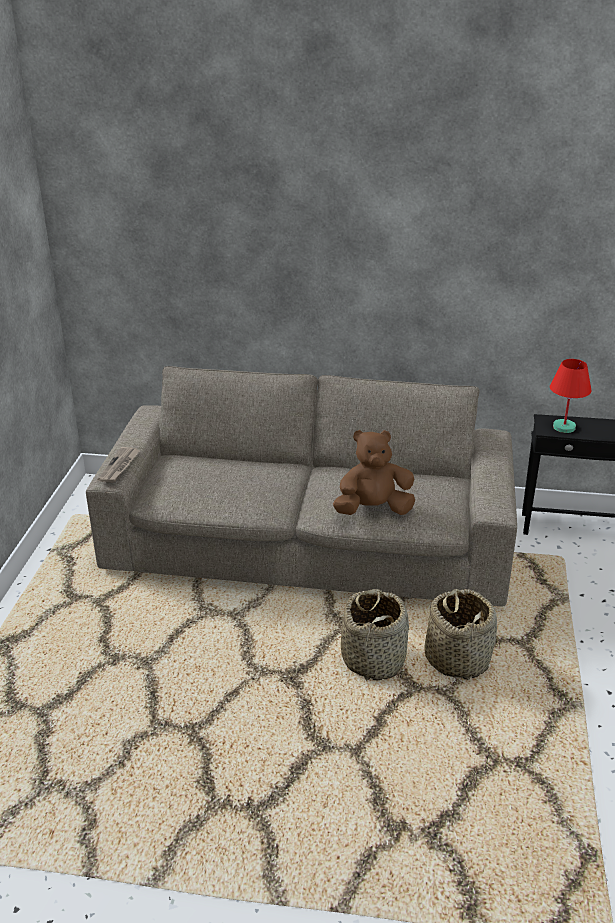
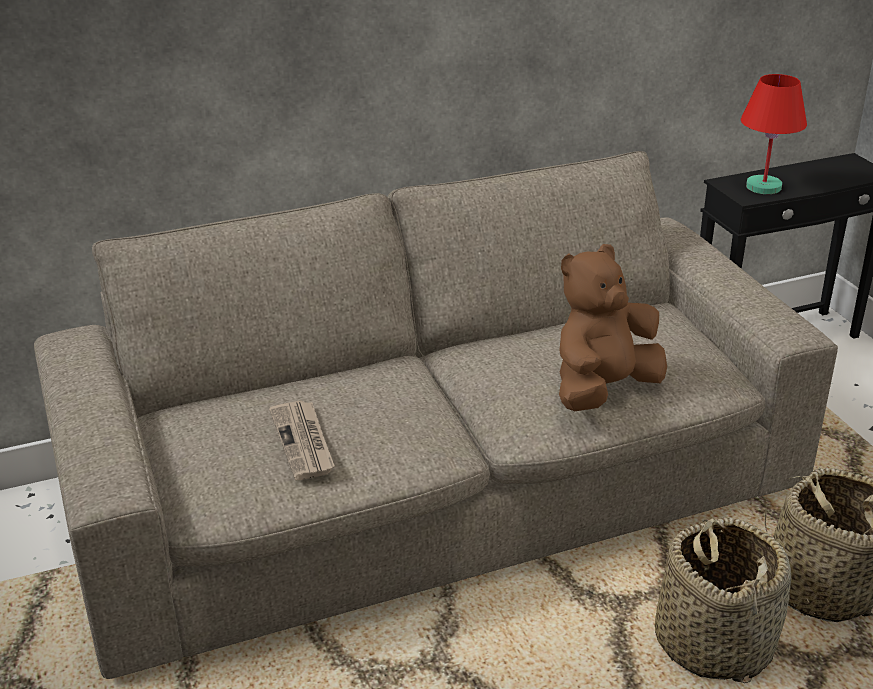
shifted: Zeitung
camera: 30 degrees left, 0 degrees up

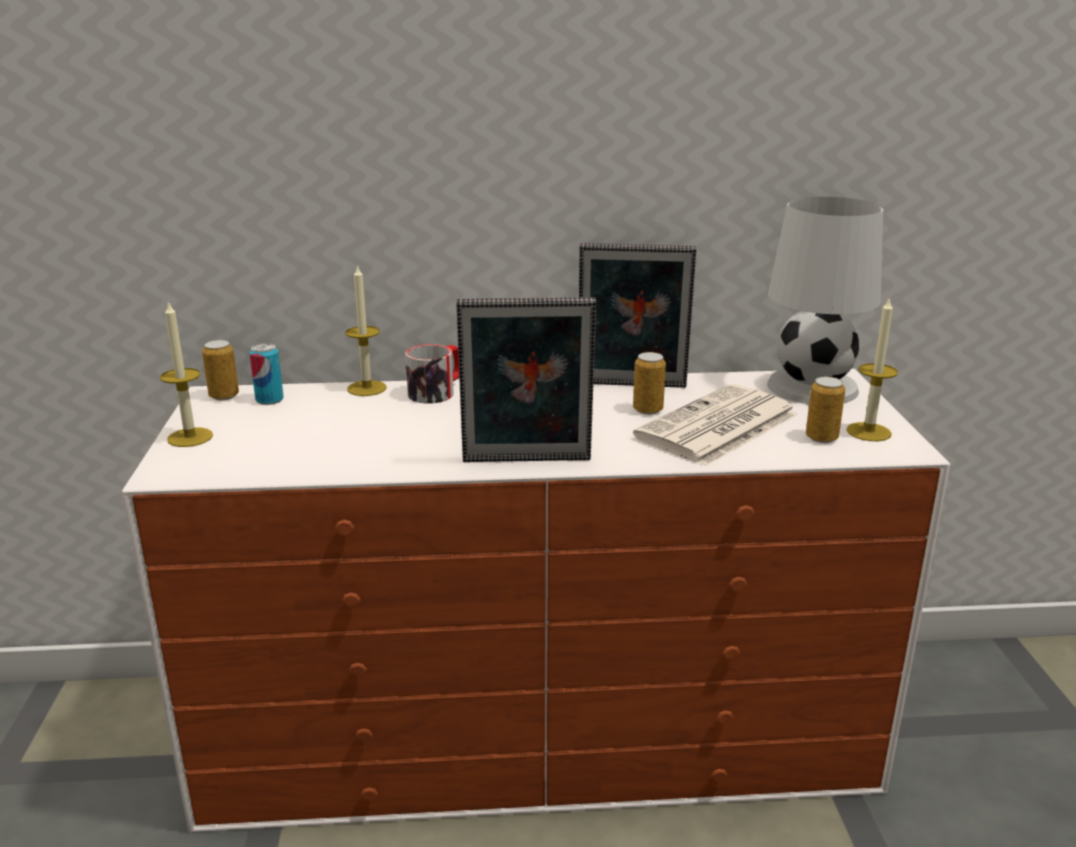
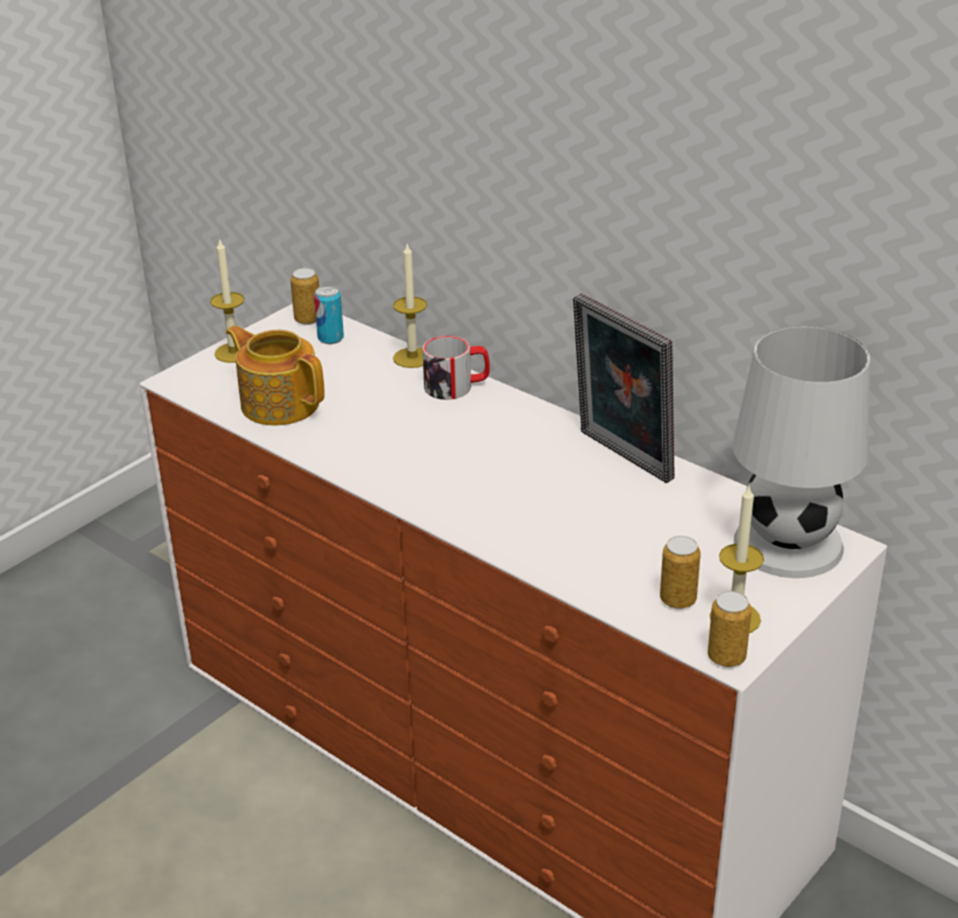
gone: Bilderrahmen (no. 1 from left); Zeitung
new: Teekanne
shifted: Dose (no. 3 from left in the first image) to Dose (no. 4 from left)
camera: 45 degrees right, 10 degrees up

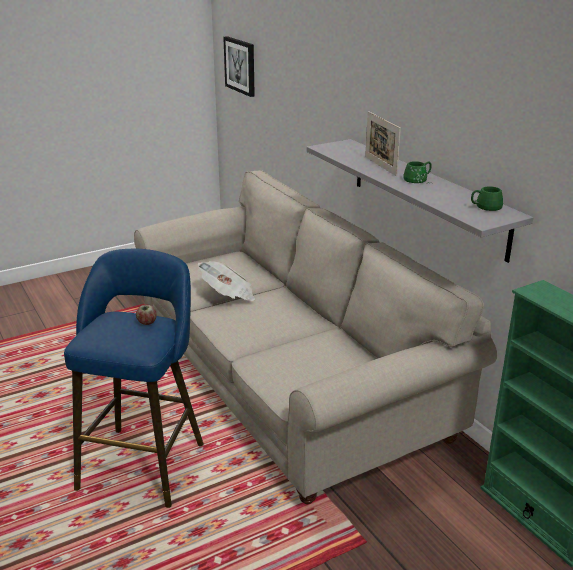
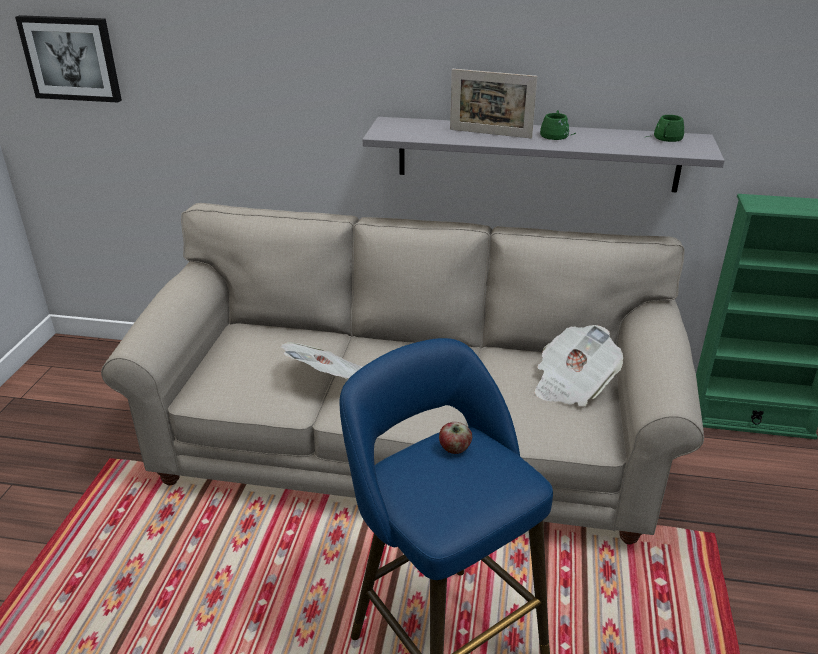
new: Zeitung (no. 2 from left)
camera: 50 degrees left, 5 degrees up

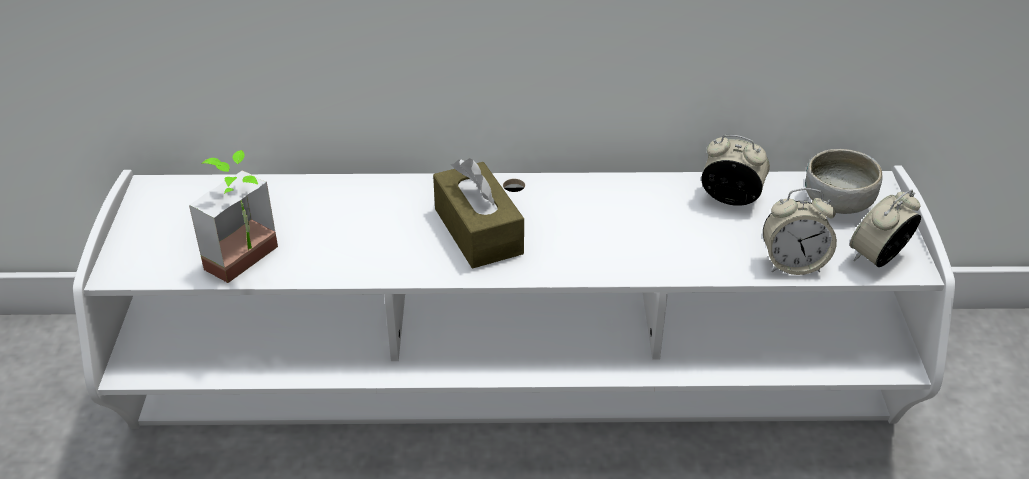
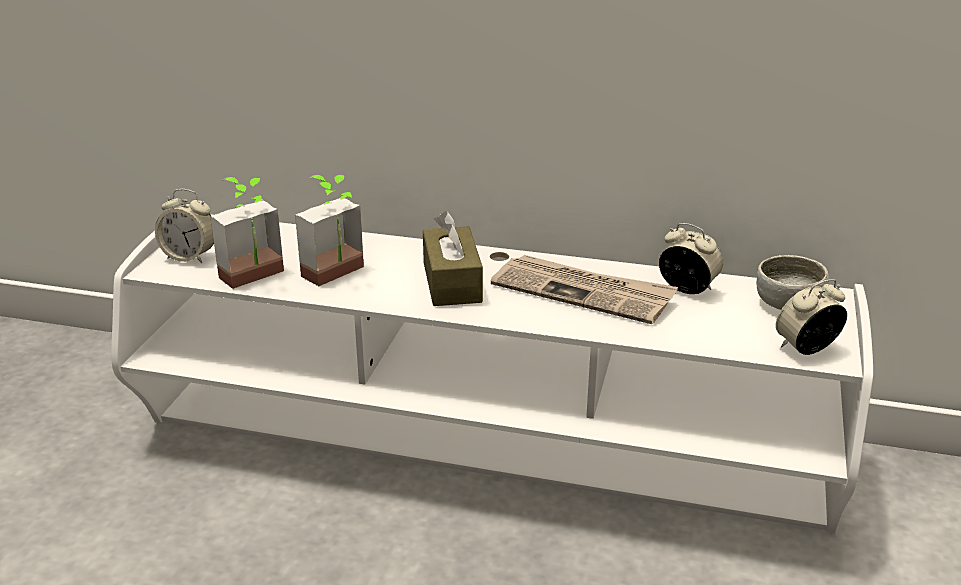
new: Topfpflanze (no. 2 from left); Zeitung
shifted: Wecker (no. 2 from left in the first image) to Wecker (no. 1 from left)
camera: 15 degrees right, 10 degrees down

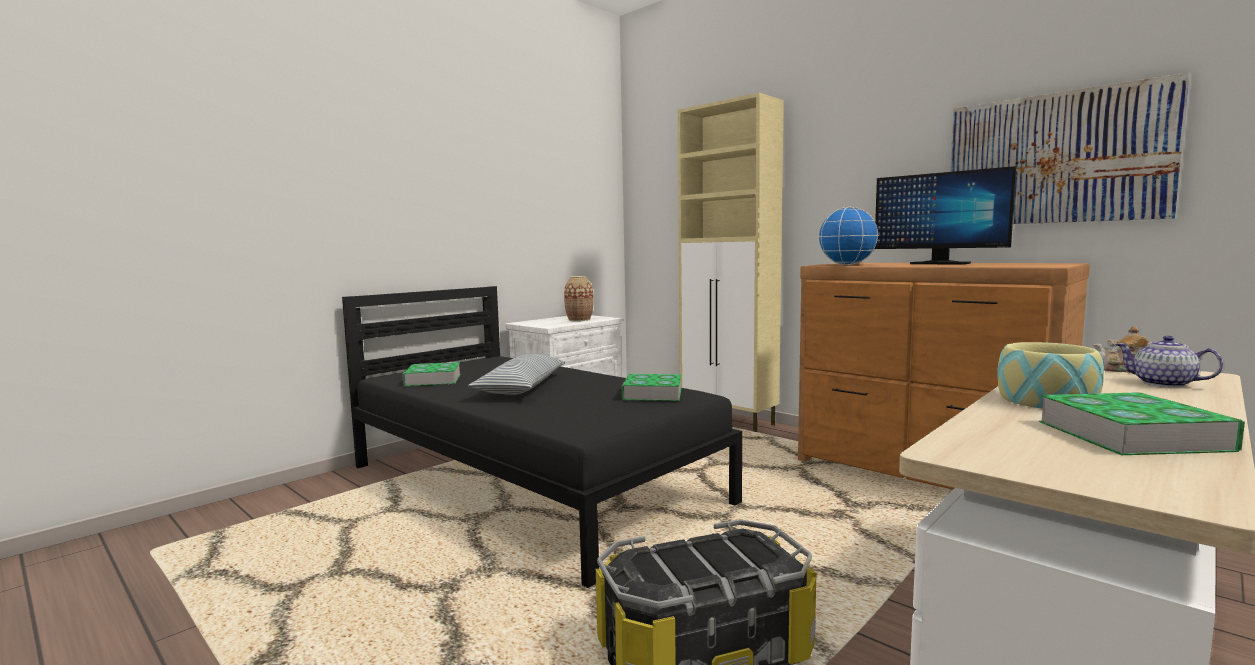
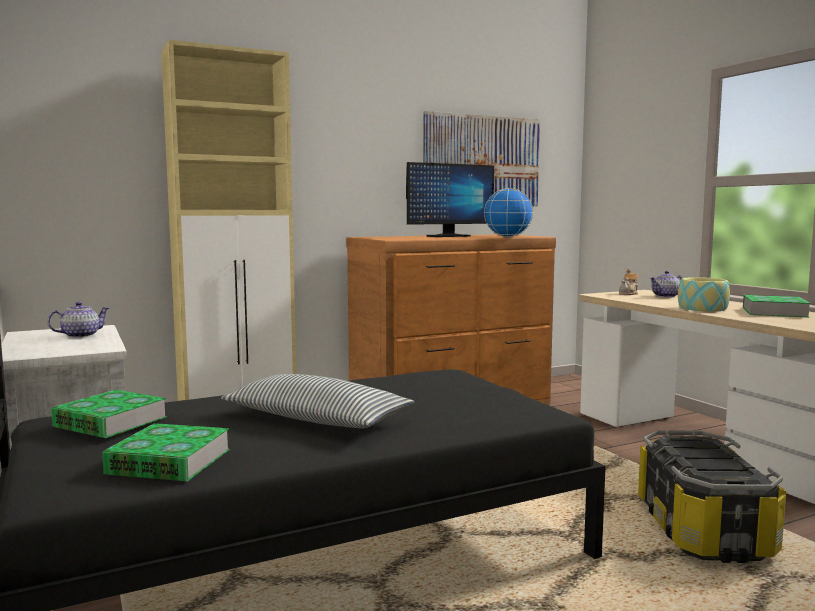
shifted: Buch (no. 2 from left in the first image) to Buch (no. 1 from left); Globus
swapped: Vase to Teekanne (no. 1 from left)
camera: 70 degrees left, 0 degrees up

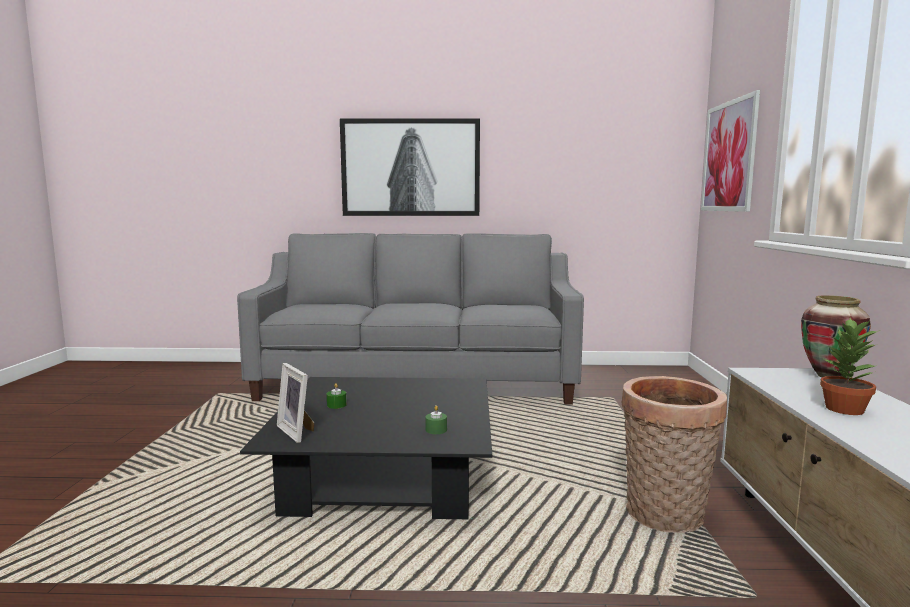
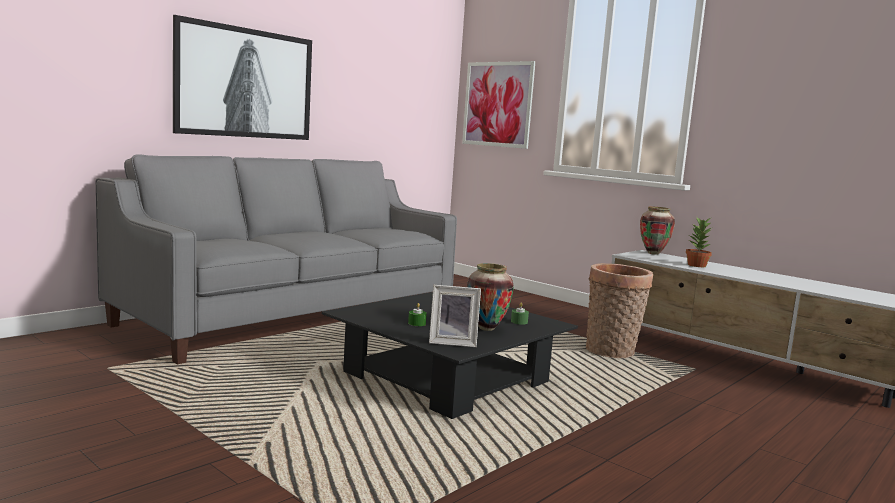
new: Vase (no. 1 from left)
camera: 50 degrees left, 0 degrees up

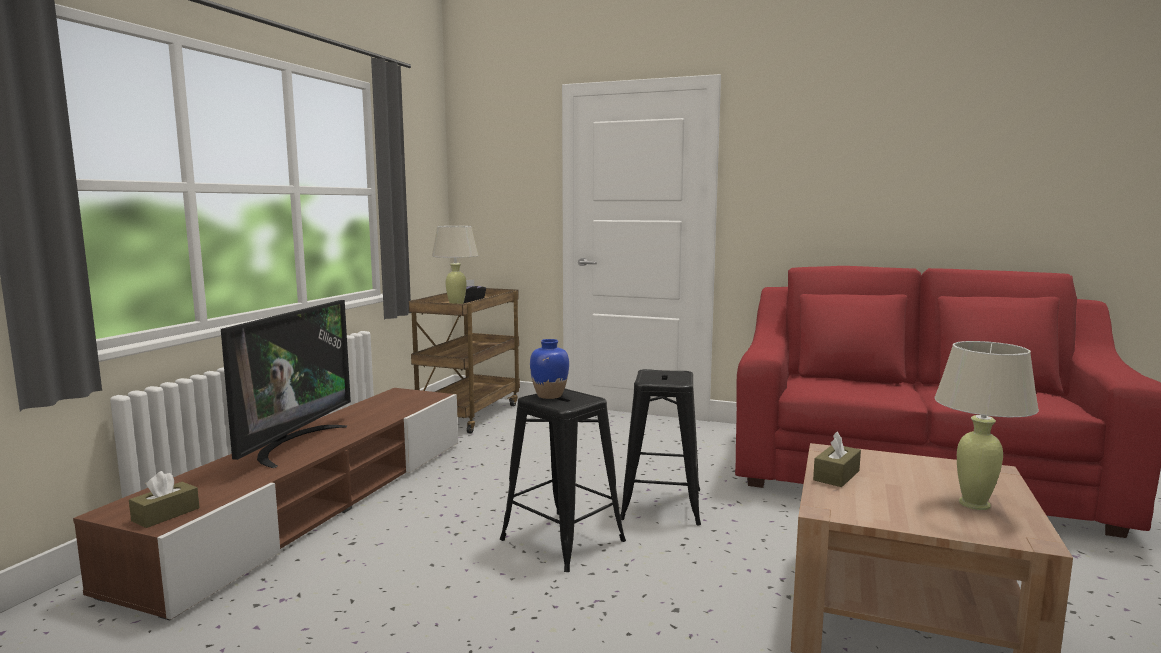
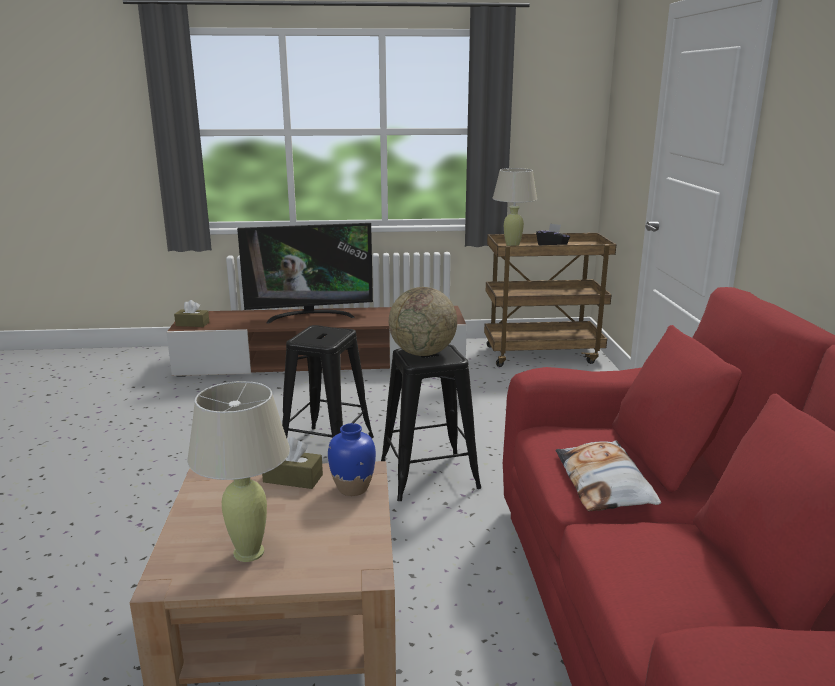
new: Globus; Kissen
shifted: Vase (blau)
camera: 65 degrees right, 10 degrees up

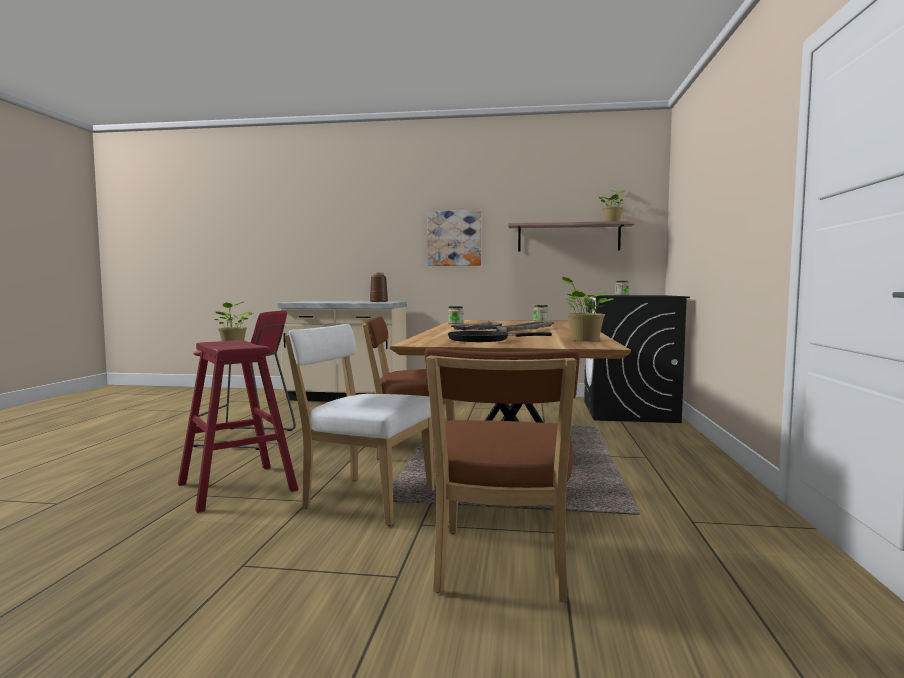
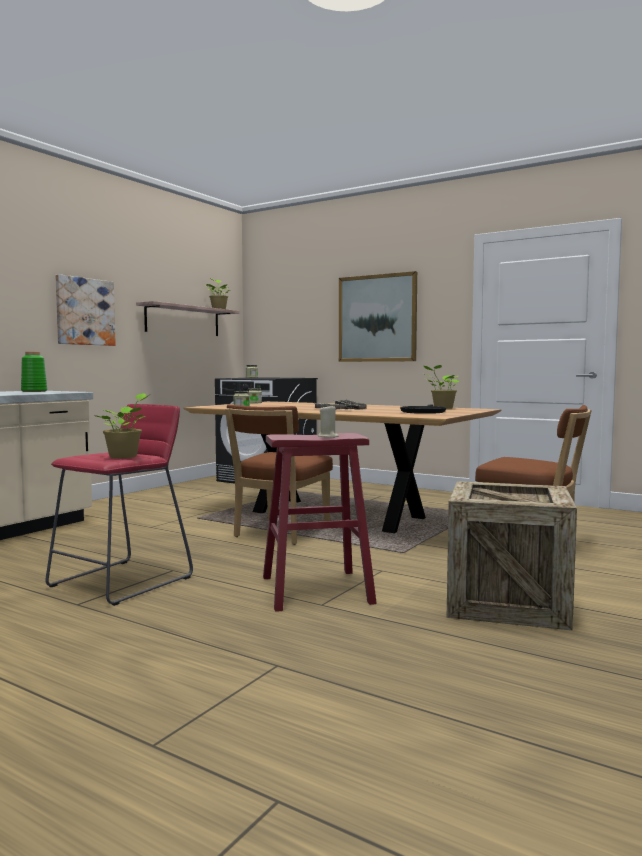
gone: Stuhl (weiß)
new: Kerze (beige); Bild (no. 2 from left); Kiste
repainted: Vase (braun) to Vase (grün)
camera: 65 degrees left, 0 degrees up

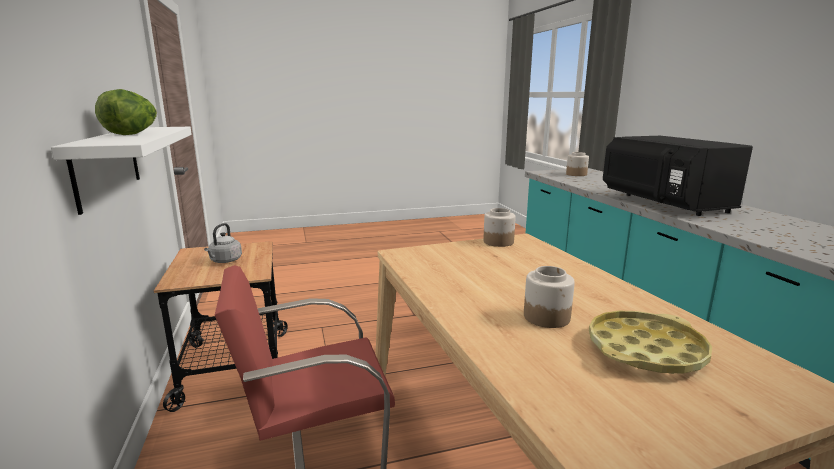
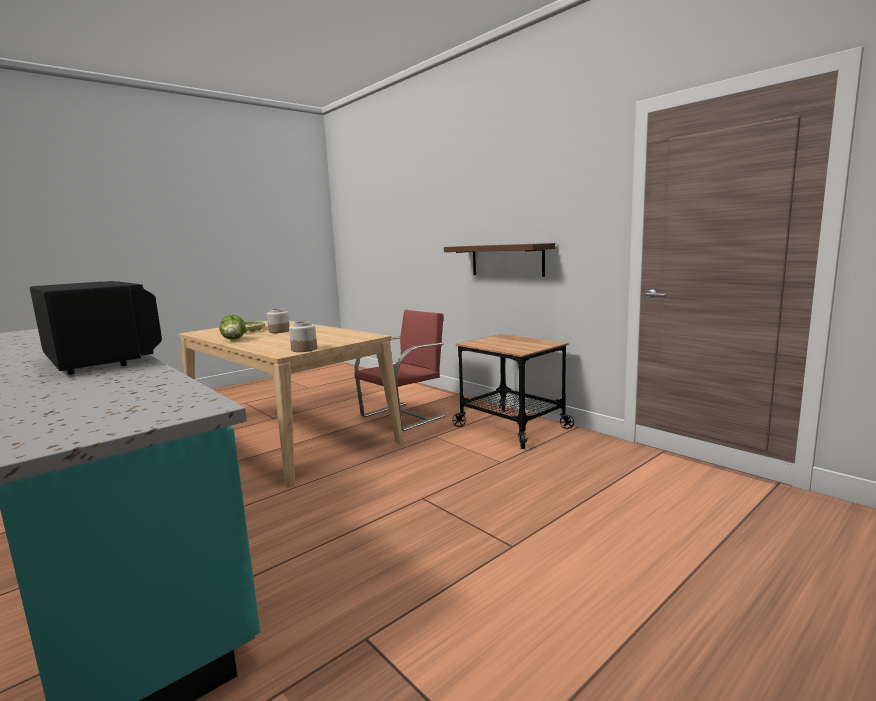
gone: Wasserkessel (grau); Vorratsglas (no. 3 from left)
shifted: Salatkopf
repainted: Wandregal (weiß) to Wandregal (braun)
camera: 155 degrees right, 5 degrees down

